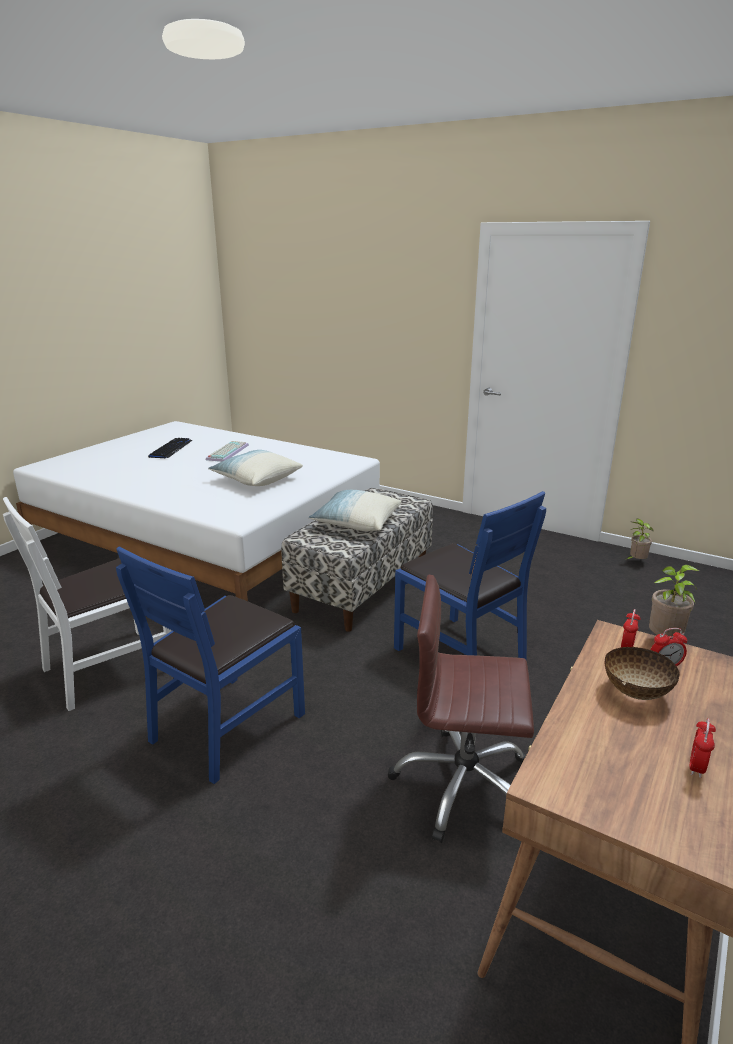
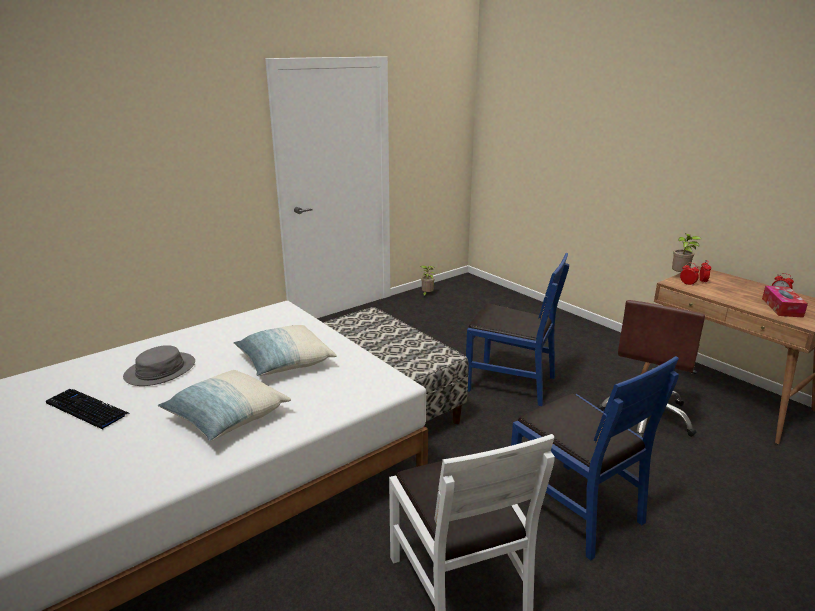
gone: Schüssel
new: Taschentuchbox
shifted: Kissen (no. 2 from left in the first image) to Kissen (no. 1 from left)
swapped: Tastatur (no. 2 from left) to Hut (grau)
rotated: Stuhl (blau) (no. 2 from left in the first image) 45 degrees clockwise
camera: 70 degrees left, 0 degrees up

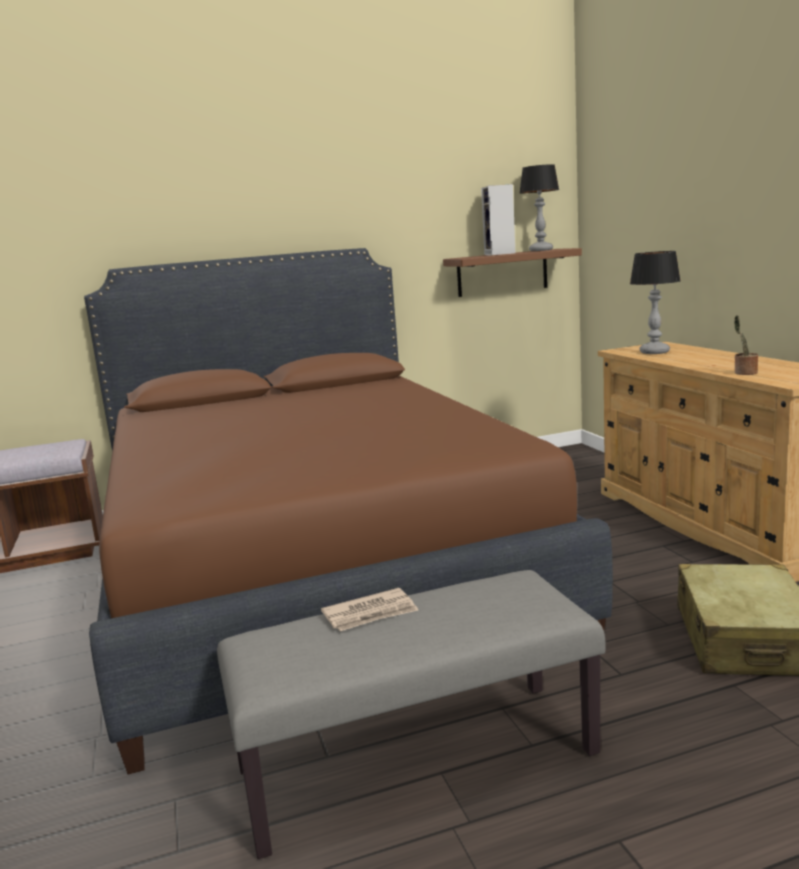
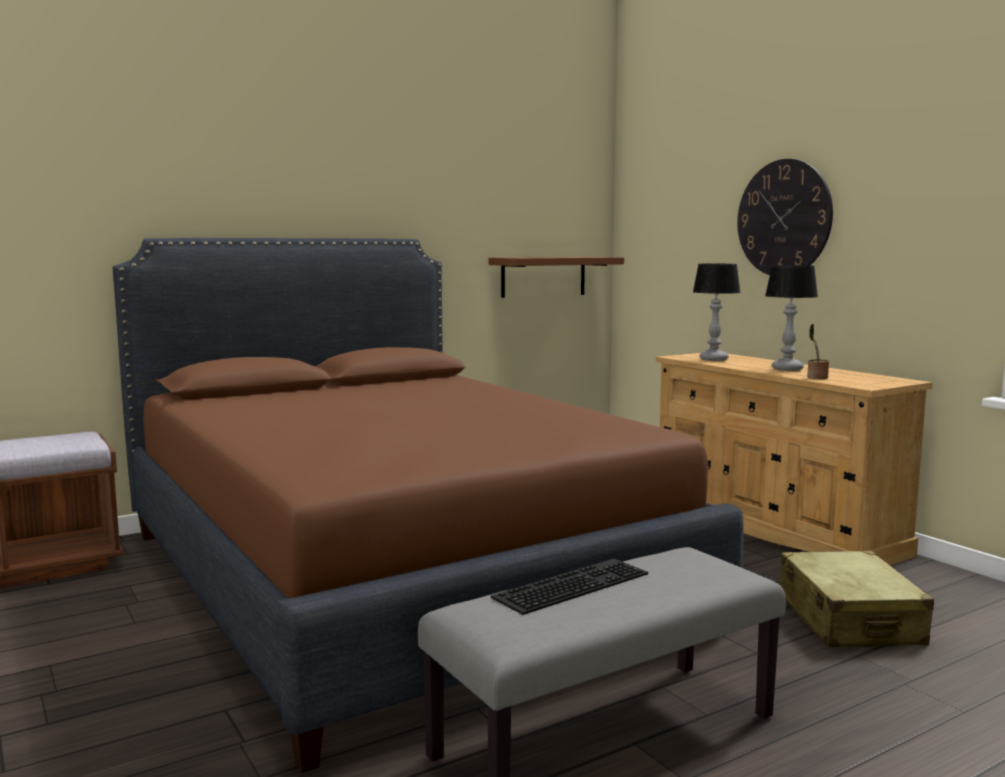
gone: Lautsprecher
new: Wanduhr
shifted: Tischlampe (no. 1 from left in the first image) to Tischlampe (no. 2 from left)
swapped: Zeitung to Tastatur
camera: 15 degrees left, 5 degrees down

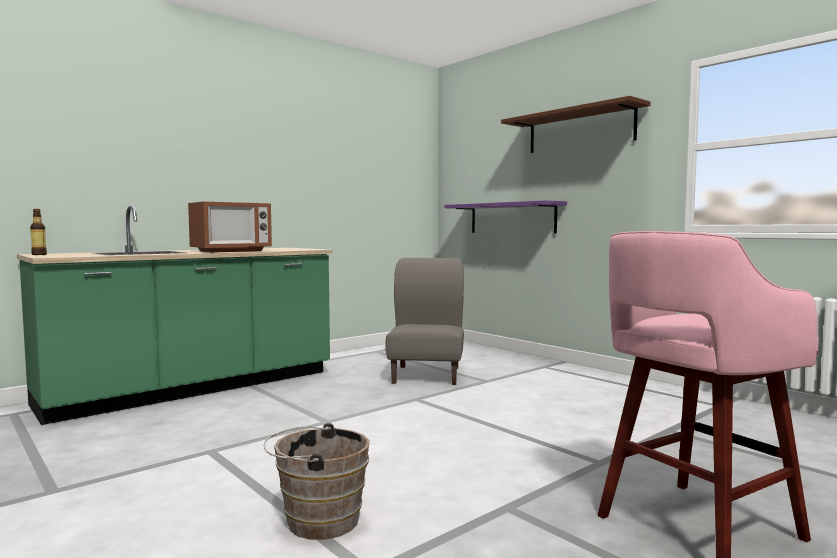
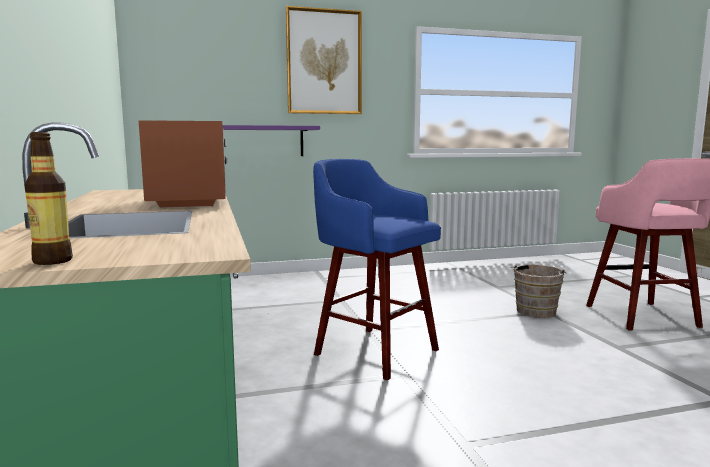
gone: Stuhl (grau)
new: Hocker (blau)
shifted: Eimer (braun)
swapped: Wandregal (braun) to Bild
camera: 65 degrees left, 5 degrees up

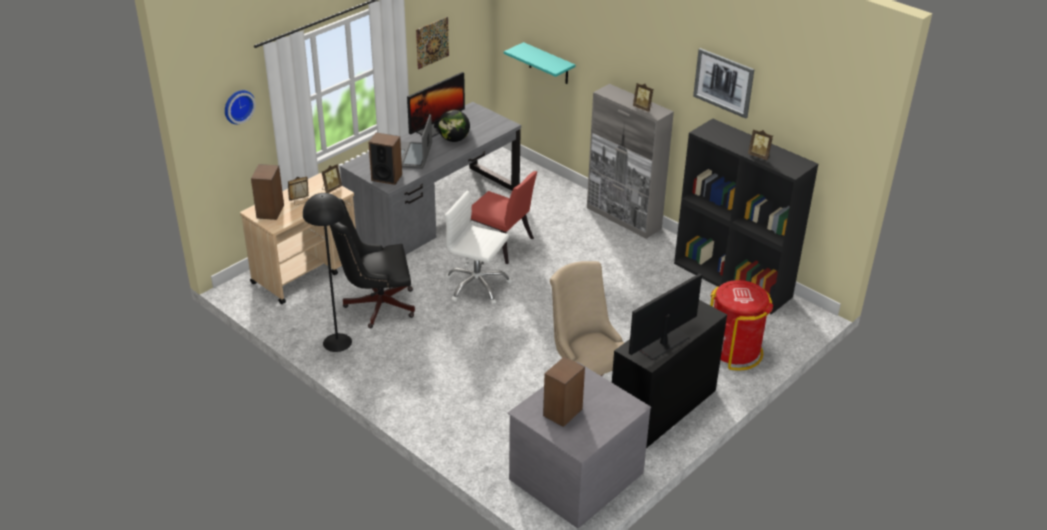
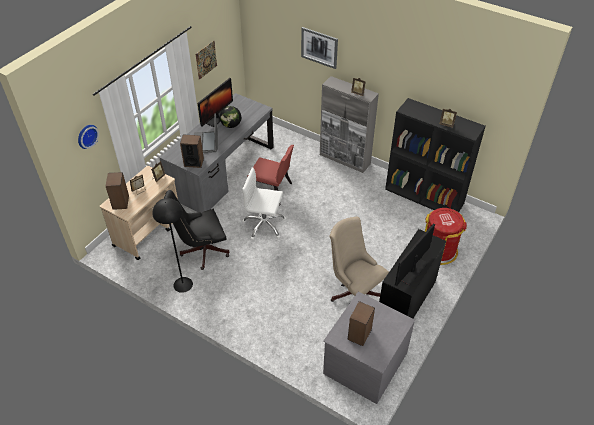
gone: Wandregal (türkis)
shifted: Bild (no. 2 from left)
camera: 10 degrees left, 10 degrees up

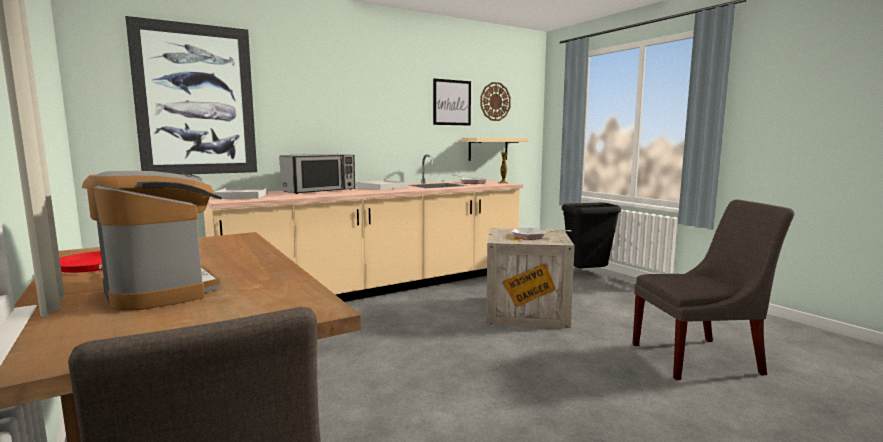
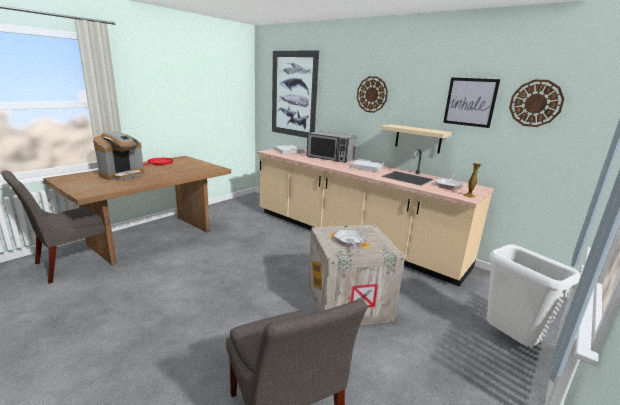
new: Wanduhr (no. 1 from left)
shifted: Wandregal (beige)
repainted: Mülleimer (schwarz) to Mülleimer (weiß)
camera: 70 degrees right, 10 degrees up

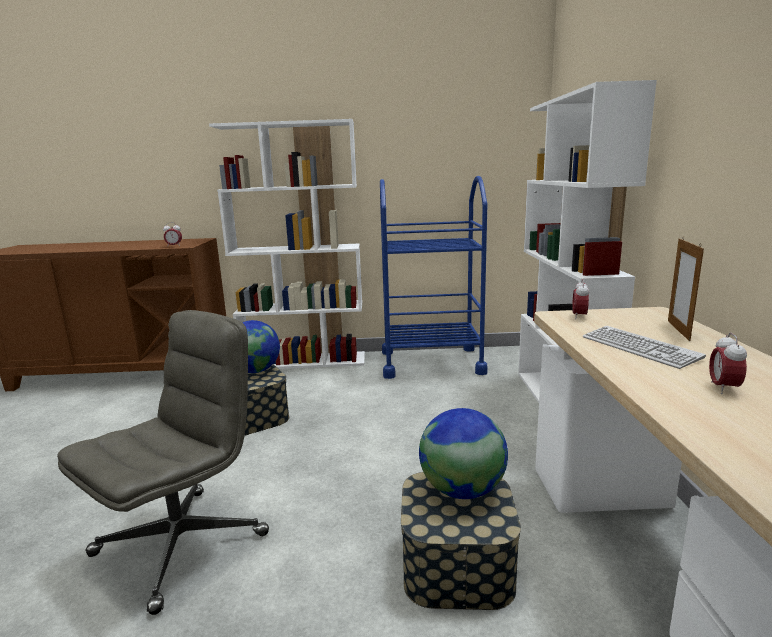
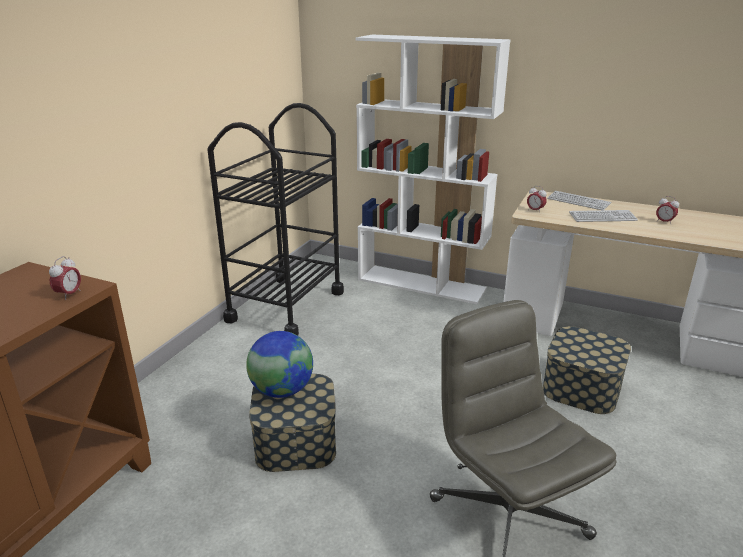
gone: Bücherregal (weiß) (no. 1 from left); Globus (no. 2 from left)
swapped: Bilderrahmen to Tastatur (no. 1 from left)
repainted: Rollwagen (blau) to Rollwagen (schwarz)
camera: 65 degrees left, 10 degrees up

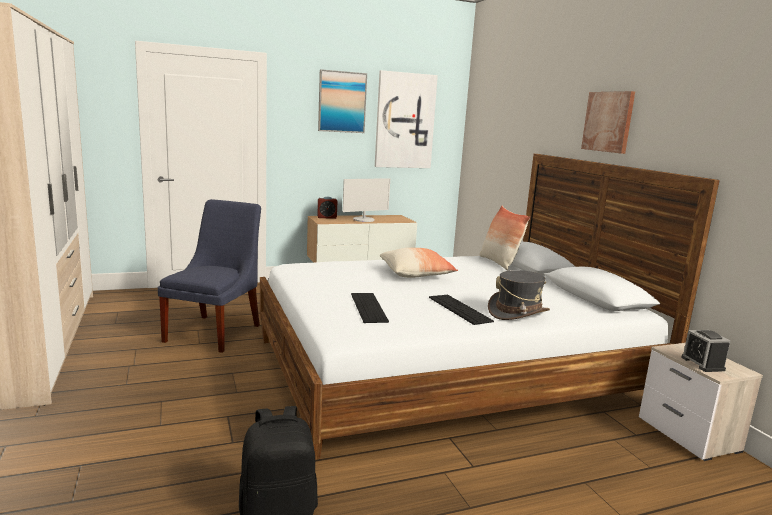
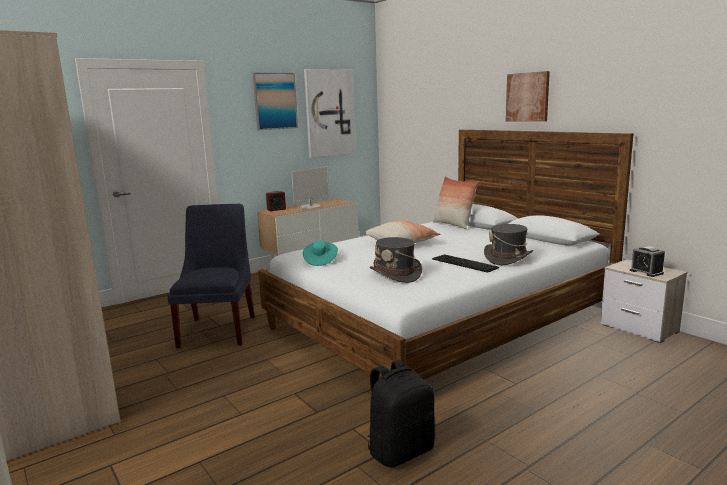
new: Hut (türkis)
swapped: Tastatur (no. 1 from left) to Hut (grau) (no. 1 from left)
camera: 15 degrees left, 0 degrees up

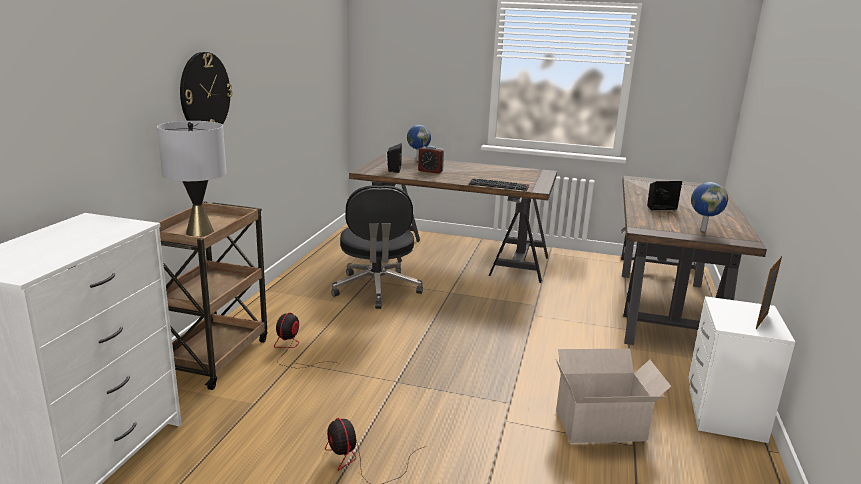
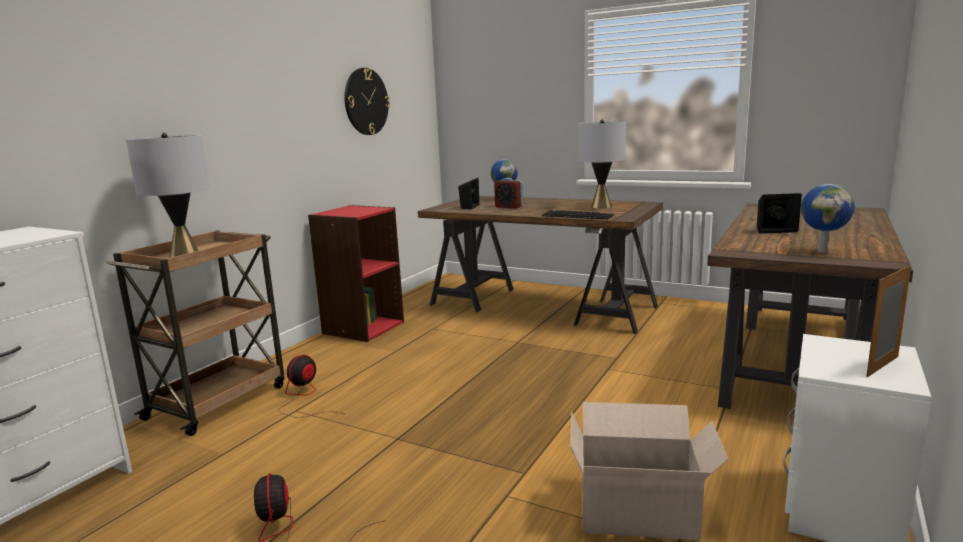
gone: Bürostuhl (schwarz)
new: Bücherregal (rot); Tischlampe (grau) (no. 2 from left)
shifted: Wanduhr
camera: 15 degrees right, 5 degrees down

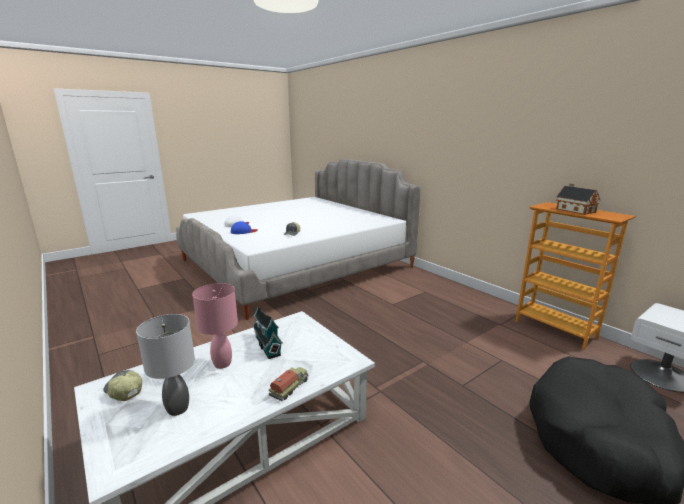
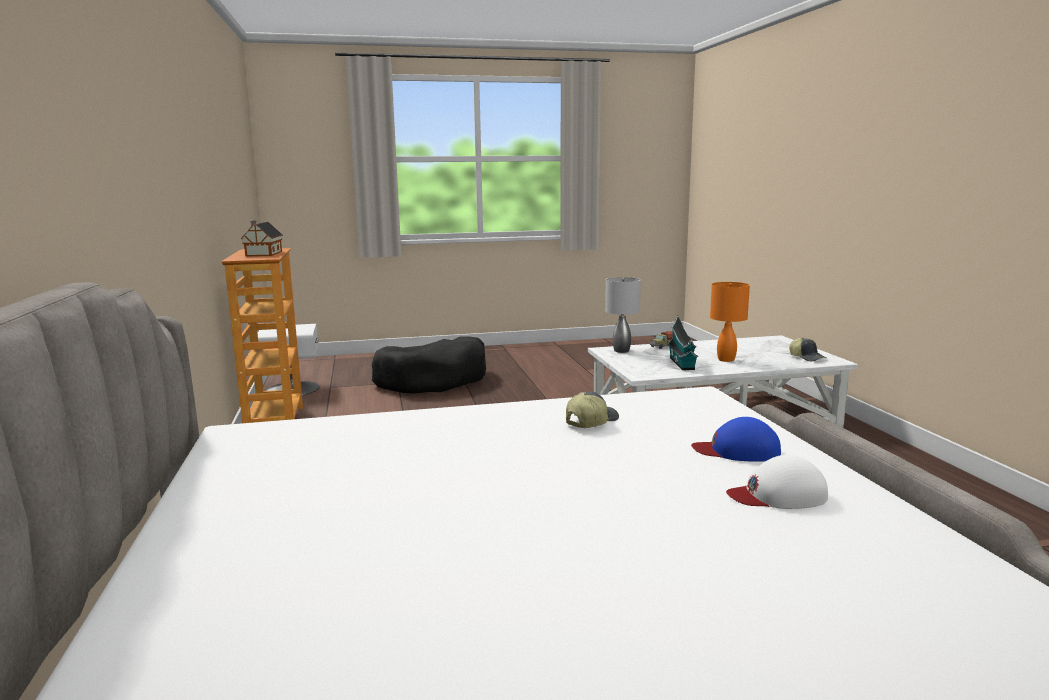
shifted: Tischlampe (grau)
repainted: Tischlampe (rosa) to Tischlampe (orange)
camera: 155 degrees left, 5 degrees down

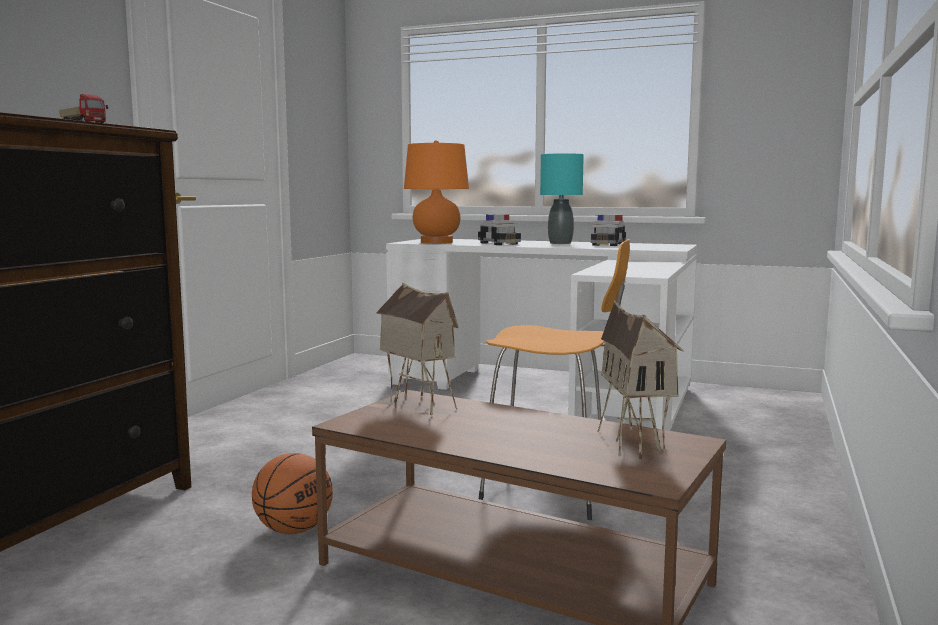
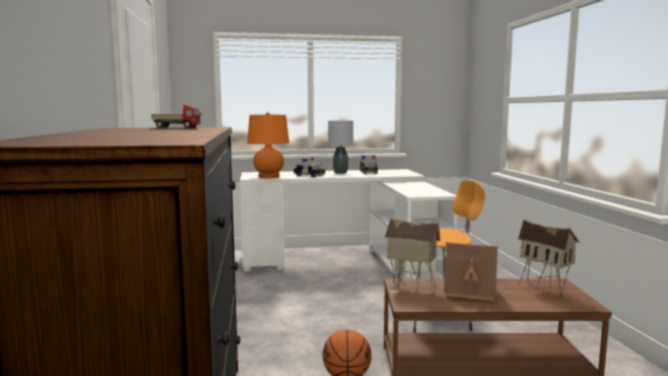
new: Spielzeughaus (no. 2 from left)
repainted: Tischlampe (türkis) to Tischlampe (grau)
camera: 30 degrees left, 0 degrees up

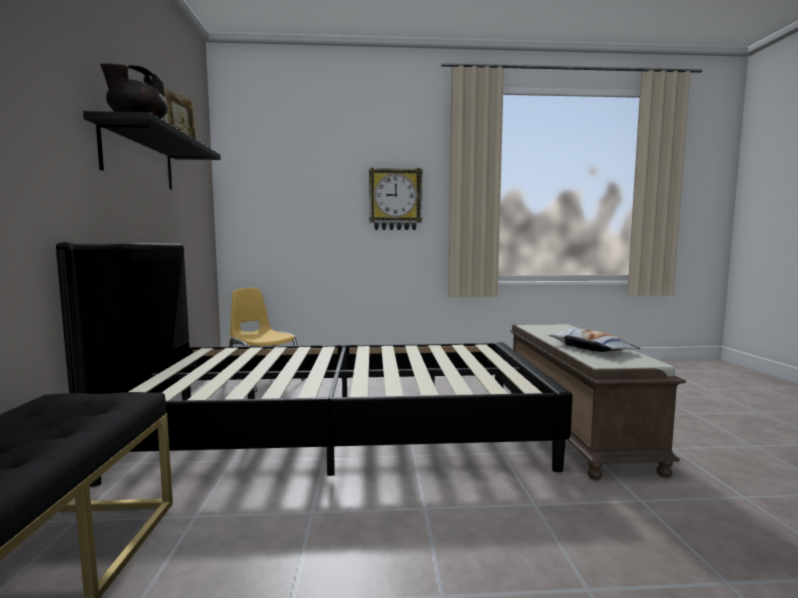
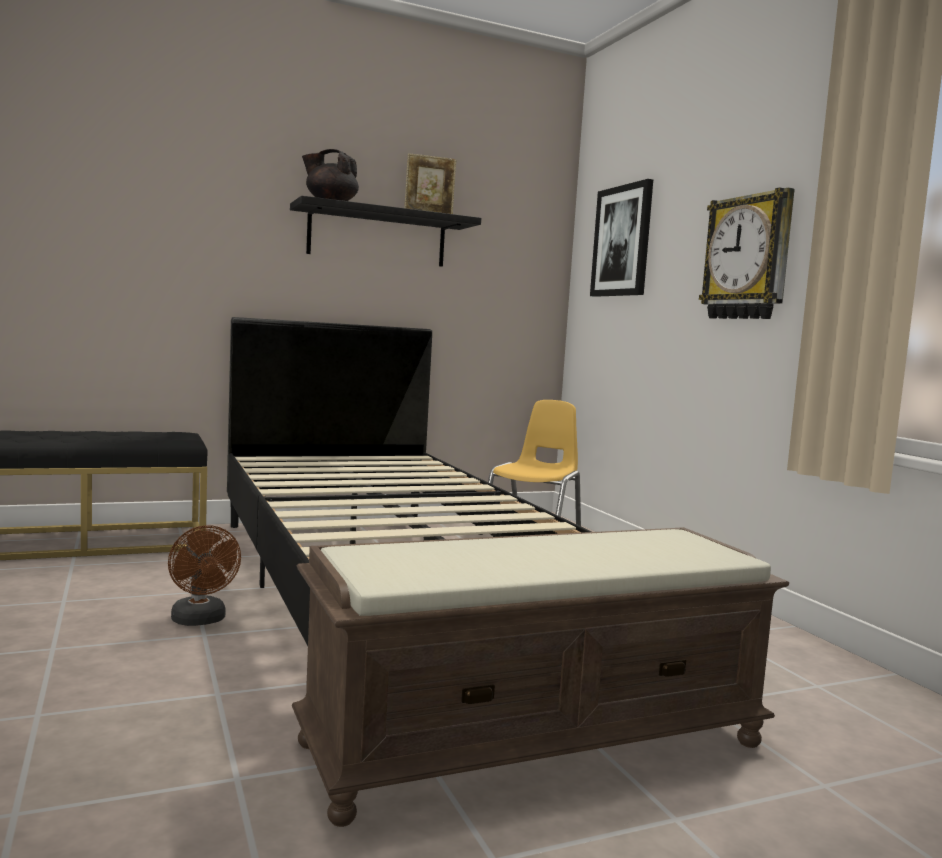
gone: Kissen
new: Ventilator (braun); Bild
camera: 70 degrees right, 0 degrees up

